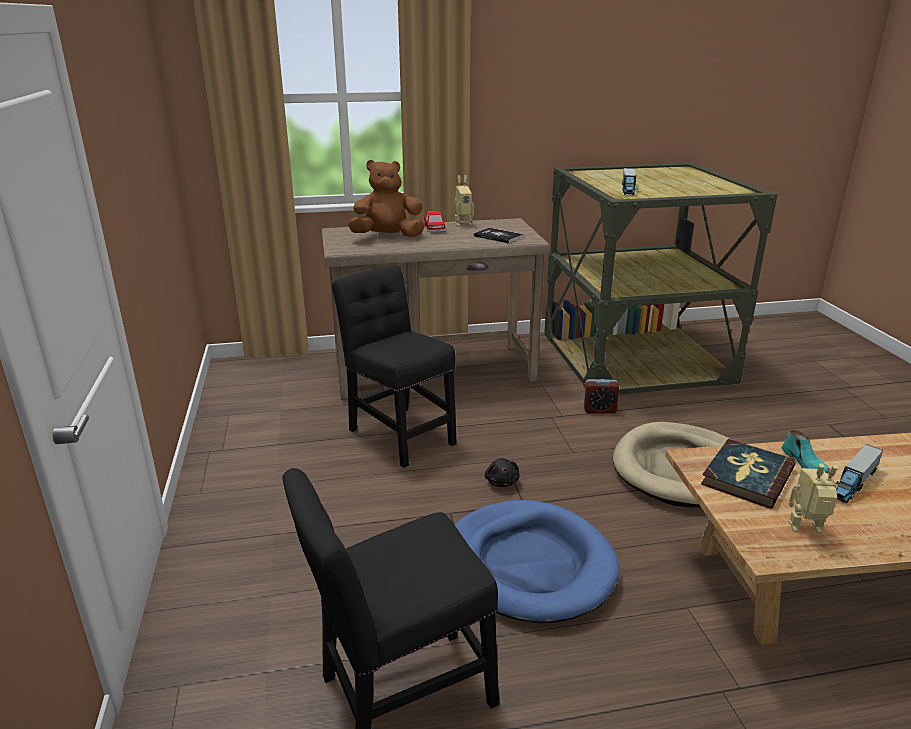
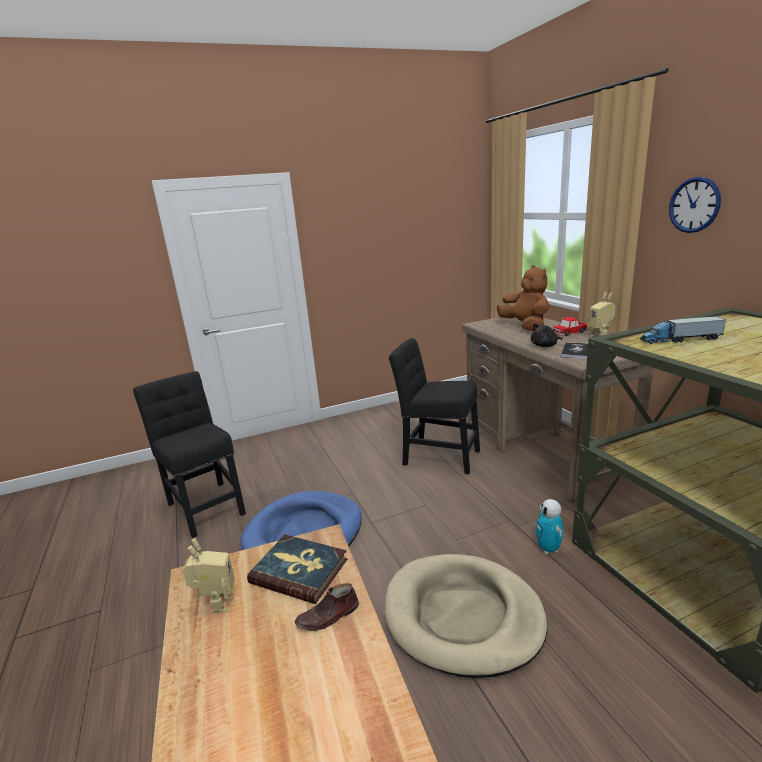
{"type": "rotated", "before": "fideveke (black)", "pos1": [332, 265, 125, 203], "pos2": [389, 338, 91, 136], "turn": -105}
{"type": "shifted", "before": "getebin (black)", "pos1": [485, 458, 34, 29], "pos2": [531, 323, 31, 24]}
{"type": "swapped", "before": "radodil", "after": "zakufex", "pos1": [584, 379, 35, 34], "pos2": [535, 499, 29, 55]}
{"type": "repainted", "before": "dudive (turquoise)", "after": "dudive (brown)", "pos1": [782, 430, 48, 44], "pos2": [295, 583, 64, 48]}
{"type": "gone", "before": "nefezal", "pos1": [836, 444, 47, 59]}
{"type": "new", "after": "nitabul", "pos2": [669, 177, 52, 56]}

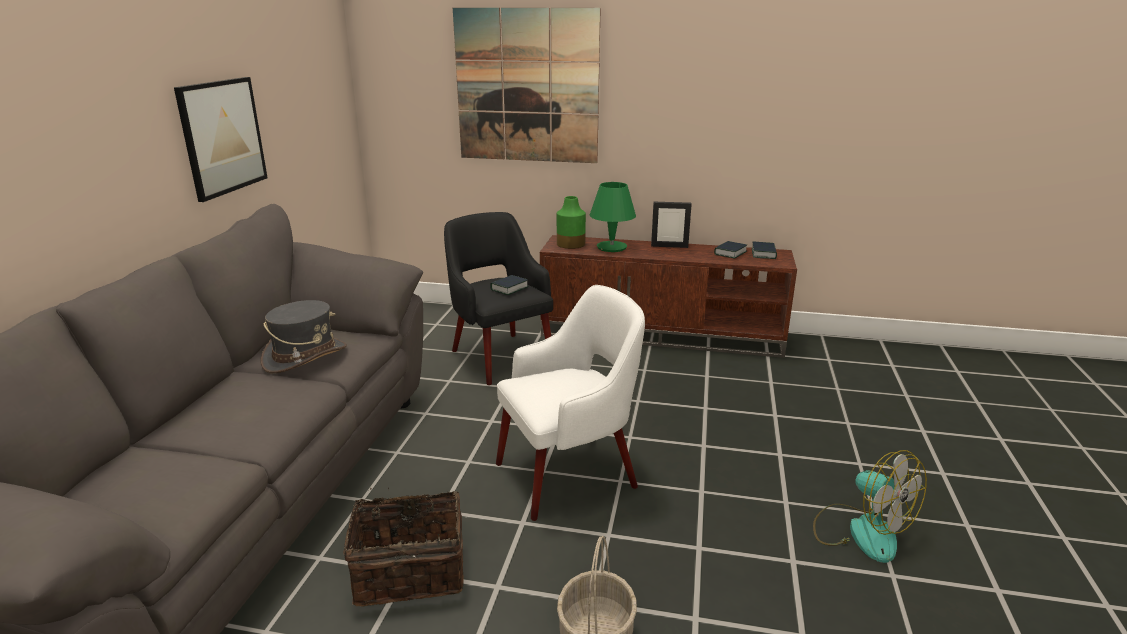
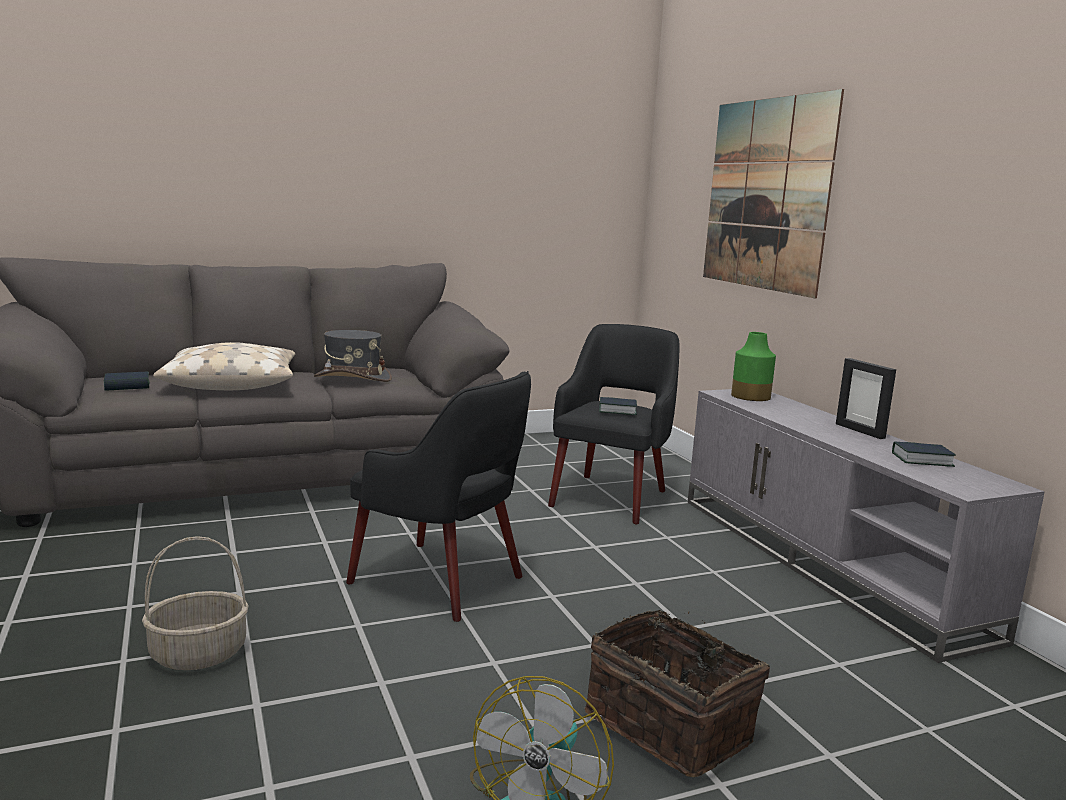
{"type": "gone", "before": "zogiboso", "pos1": [174, 77, 94, 125]}
{"type": "shifted", "before": "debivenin", "pos1": [343, 488, 121, 119], "pos2": [585, 610, 185, 167]}
{"type": "repainted", "before": "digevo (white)", "after": "digevo (black)", "pos1": [496, 285, 149, 236], "pos2": [346, 371, 185, 251]}
{"type": "repainted", "before": "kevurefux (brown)", "after": "kevurefux (grey)", "pos1": [540, 235, 257, 123], "pos2": [688, 389, 357, 274]}
{"type": "gone", "before": "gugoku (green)", "pos1": [590, 182, 46, 70]}
{"type": "shifted", "before": "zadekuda", "pos1": [752, 242, 25, 17], "pos2": [104, 372, 45, 19]}
{"type": "new", "after": "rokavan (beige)", "pos2": [153, 342, 142, 48]}

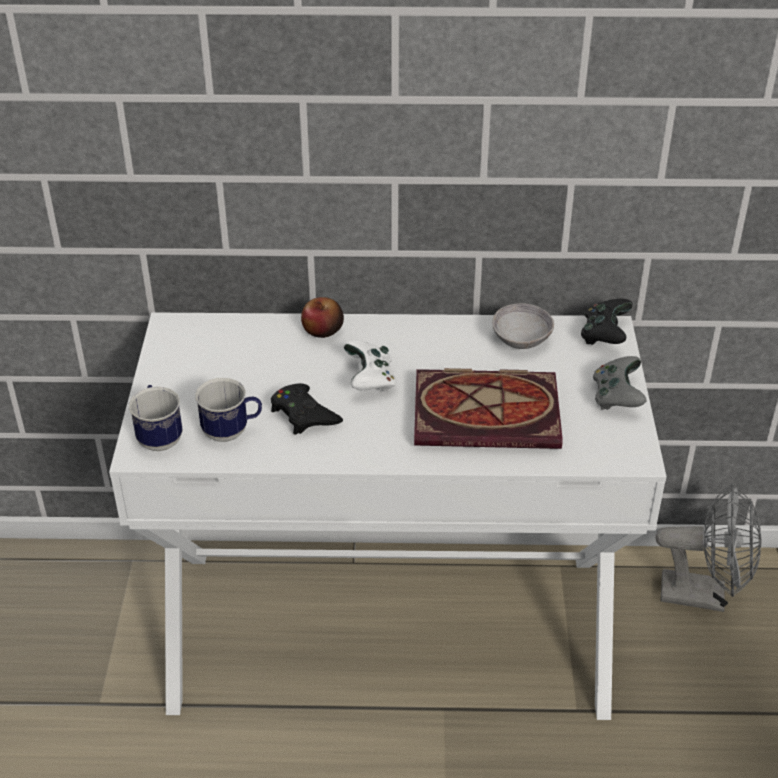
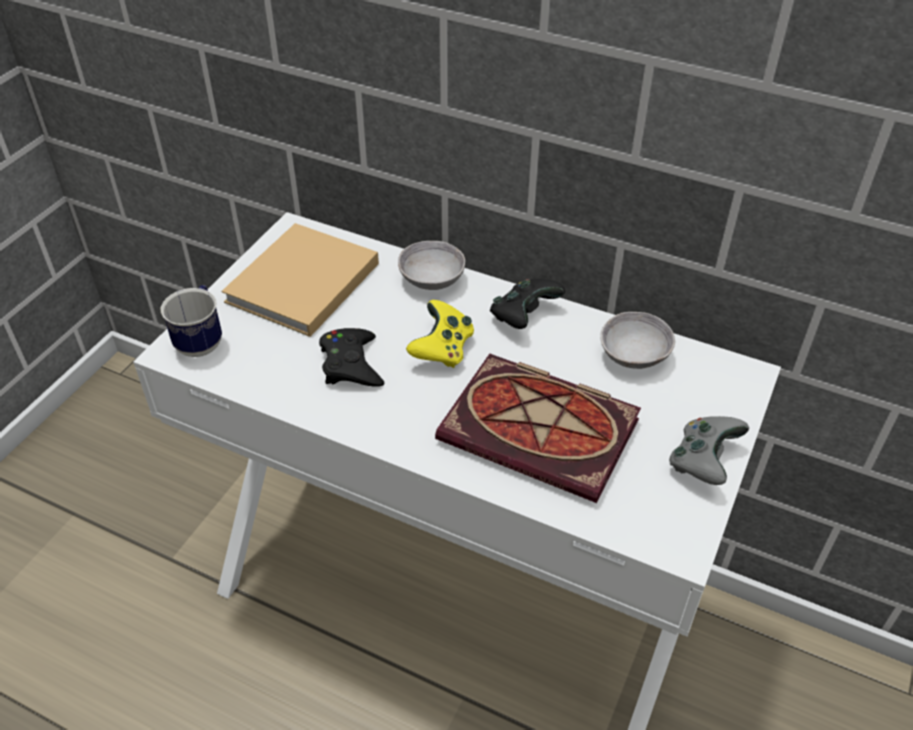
{"type": "gone", "before": "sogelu", "pos1": [195, 378, 67, 64]}
{"type": "swapped", "before": "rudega", "after": "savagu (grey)", "pos1": [301, 297, 43, 41], "pos2": [398, 241, 67, 49]}
{"type": "repainted", "before": "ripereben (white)", "after": "ripereben (yellow)", "pos1": [344, 341, 53, 51], "pos2": [406, 300, 68, 68]}
{"type": "shifted", "before": "ripereben (black)", "pos1": [581, 299, 52, 46], "pos2": [490, 279, 75, 50]}
{"type": "gone", "before": "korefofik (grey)", "pos1": [656, 483, 105, 129]}
{"type": "new", "after": "zadekuda (beige)", "pos2": [222, 223, 157, 114]}

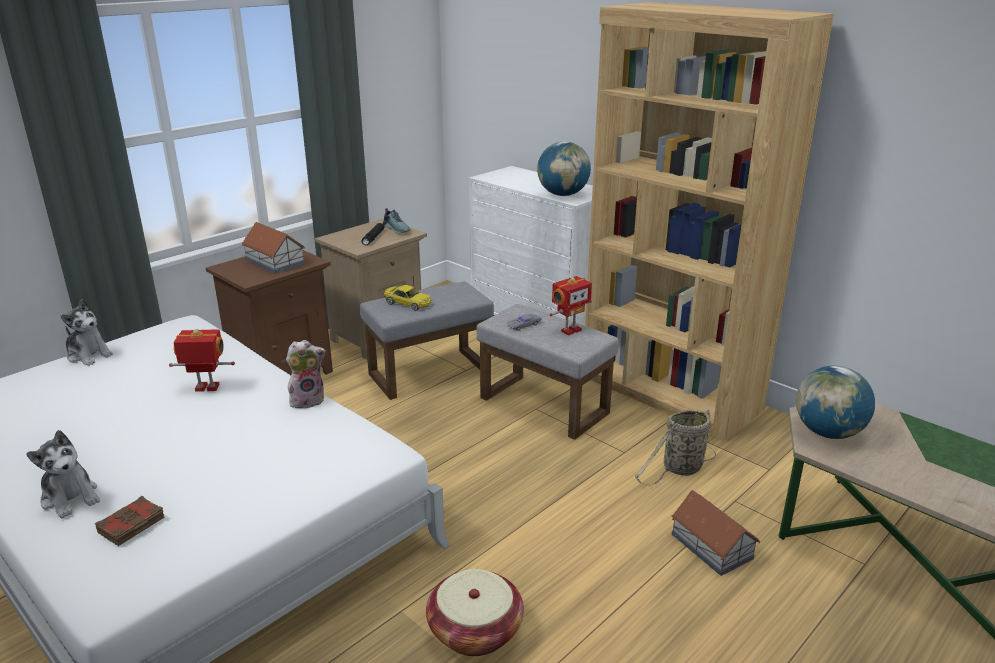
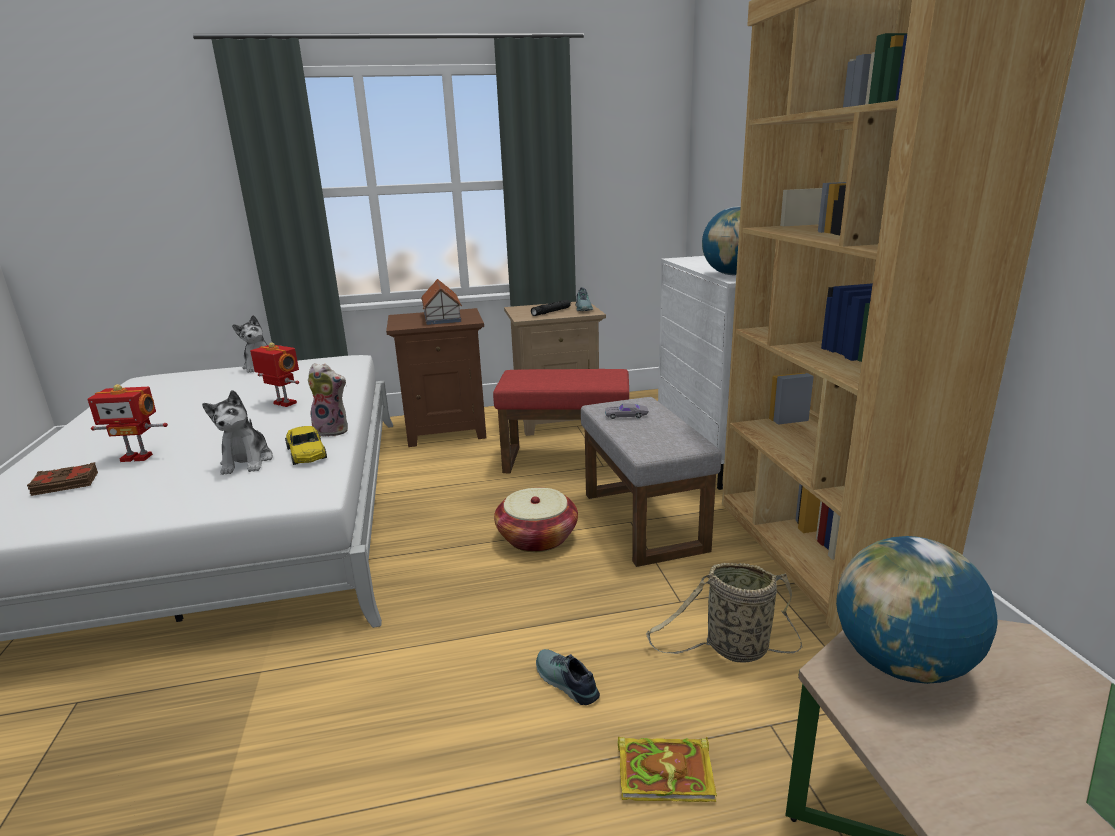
{"type": "shifted", "before": "getebin", "pos1": [26, 430, 74, 88], "pos2": [202, 390, 71, 85]}
{"type": "repainted", "before": "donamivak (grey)", "after": "donamivak (red)", "pos1": [360, 281, 134, 119], "pos2": [493, 369, 136, 104]}
{"type": "shifted", "before": "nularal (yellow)", "pos1": [384, 285, 47, 26], "pos2": [285, 426, 42, 39]}
{"type": "shifted", "before": "debivenin", "pos1": [426, 569, 98, 87], "pos2": [494, 488, 84, 64]}
{"type": "shifted", "before": "zakufex", "pos1": [549, 276, 43, 59], "pos2": [87, 384, 81, 78]}
{"type": "swapped", "before": "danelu", "after": "zadekuda", "pos1": [672, 490, 88, 86], "pos2": [618, 737, 99, 65]}
{"type": "new", "after": "dudive", "pos2": [536, 649, 64, 56]}

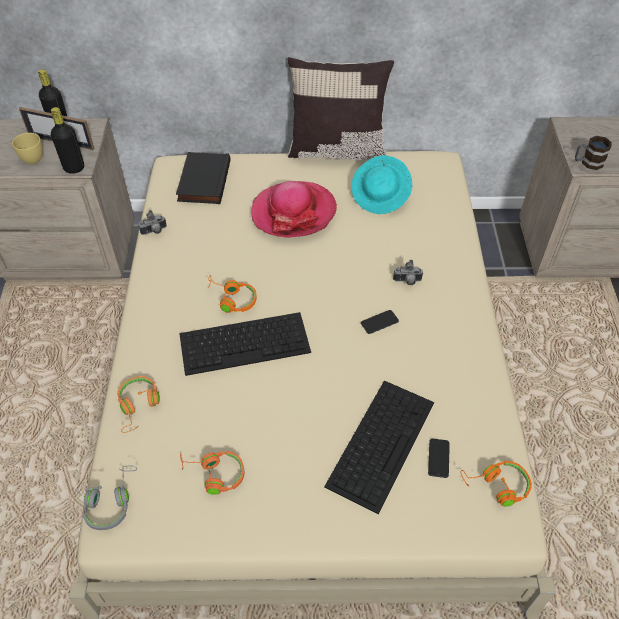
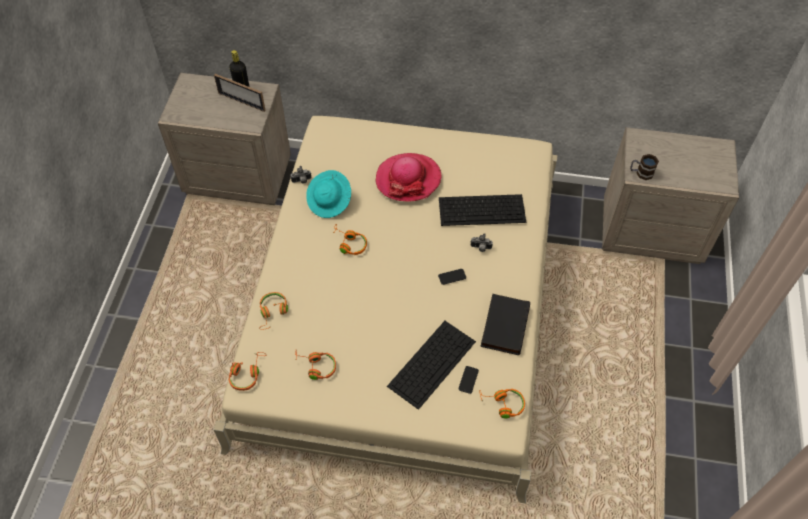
{"type": "gone", "before": "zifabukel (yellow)", "pos1": [12, 133, 31, 31]}
{"type": "gone", "before": "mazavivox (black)", "pos1": [51, 107, 33, 67]}
{"type": "repainted", "before": "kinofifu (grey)", "after": "kinofifu (orange)", "pos1": [82, 465, 55, 65], "pos2": [228, 352, 38, 39]}
{"type": "shifted", "before": "zadekuda (black)", "pos1": [176, 152, 55, 52], "pos2": [480, 294, 50, 61]}
{"type": "shifted", "before": "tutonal", "pos1": [179, 312, 132, 64], "pos2": [439, 194, 87, 32]}
{"type": "gone", "before": "rokavan", "pos1": [288, 57, 106, 104]}
{"type": "shifted", "before": "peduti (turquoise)", "pos1": [351, 155, 61, 59], "pos2": [306, 170, 45, 48]}

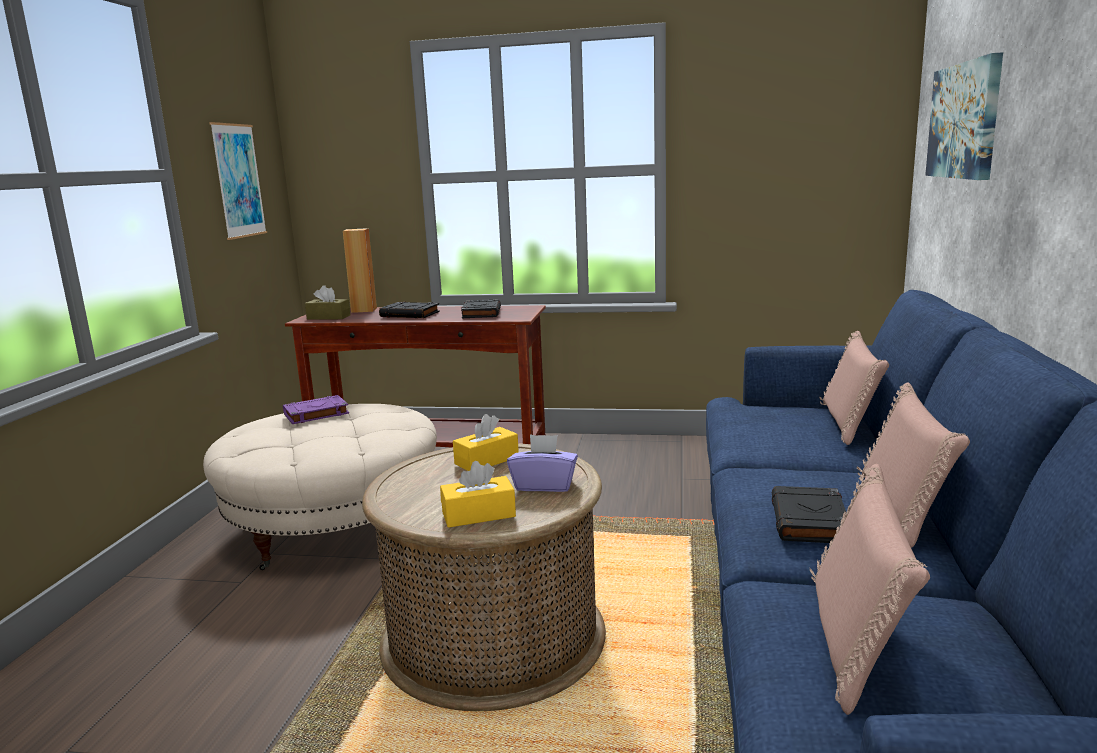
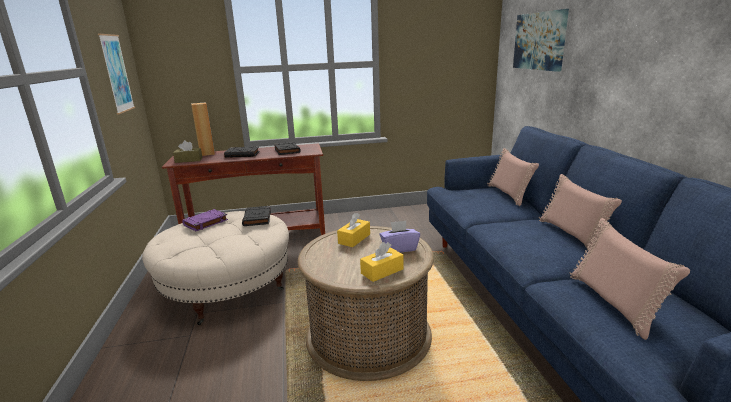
{"type": "shifted", "before": "zadekuda (black)", "pos1": [772, 486, 75, 57], "pos2": [242, 206, 29, 20]}

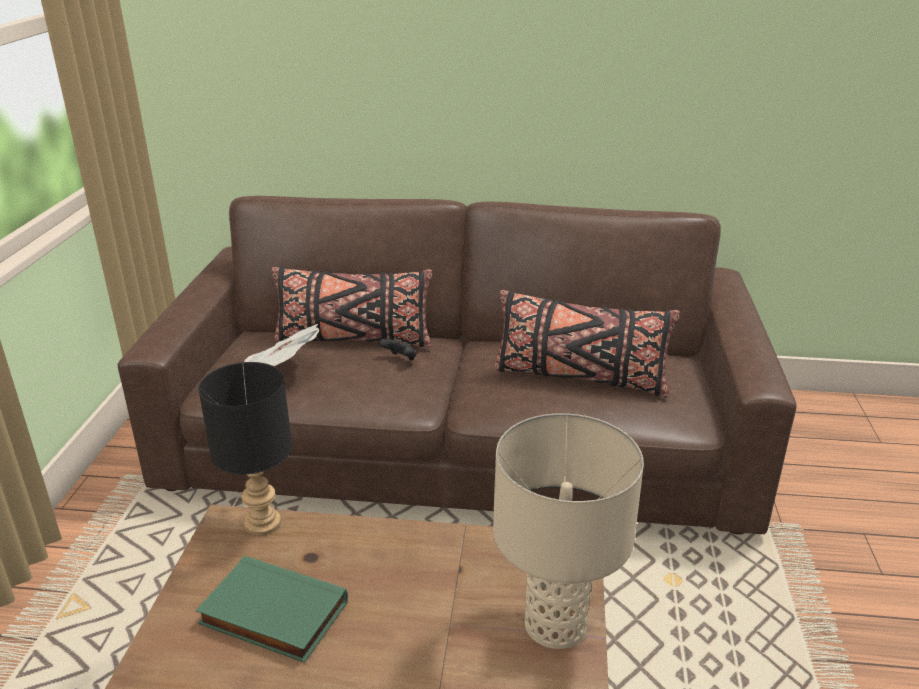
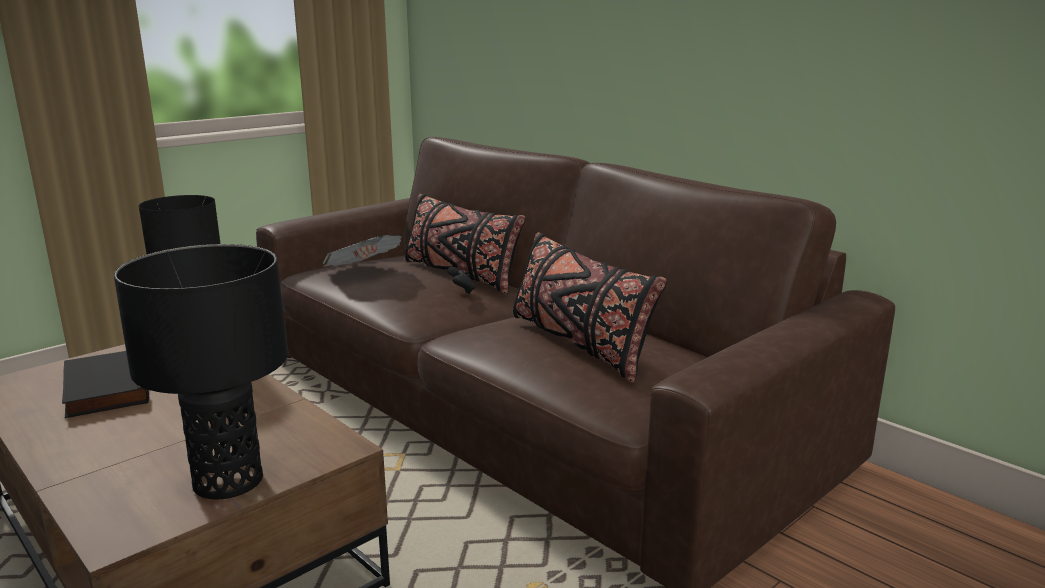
{"type": "repainted", "before": "zadekuda (green)", "after": "zadekuda (black)", "pos1": [195, 556, 153, 107], "pos2": [62, 351, 87, 67]}
{"type": "repainted", "before": "gugoku (beige)", "after": "gugoku (black)", "pos1": [493, 413, 151, 236], "pos2": [114, 244, 174, 255]}

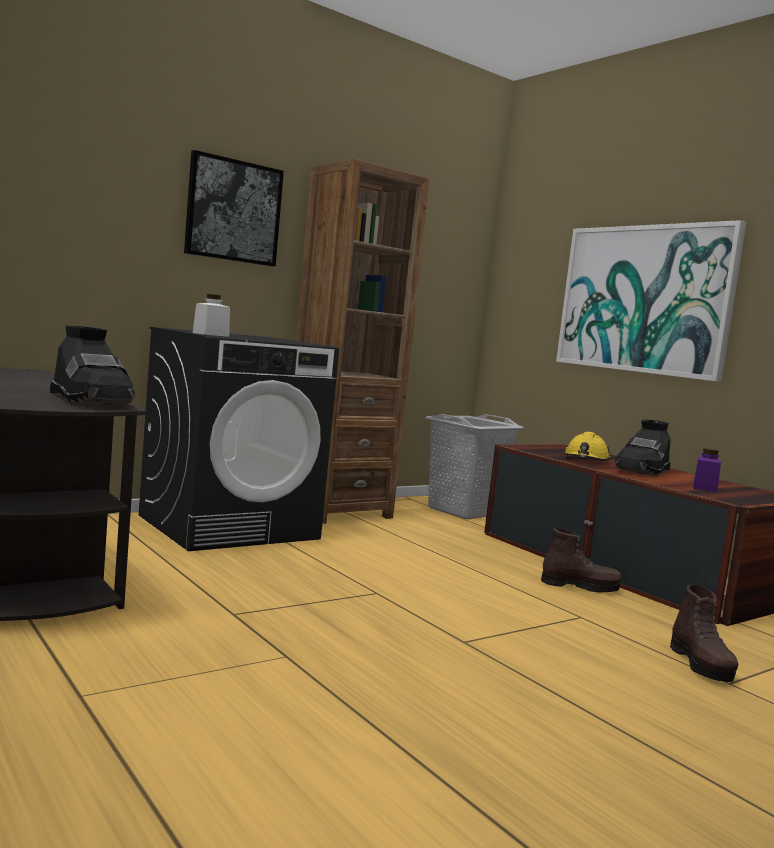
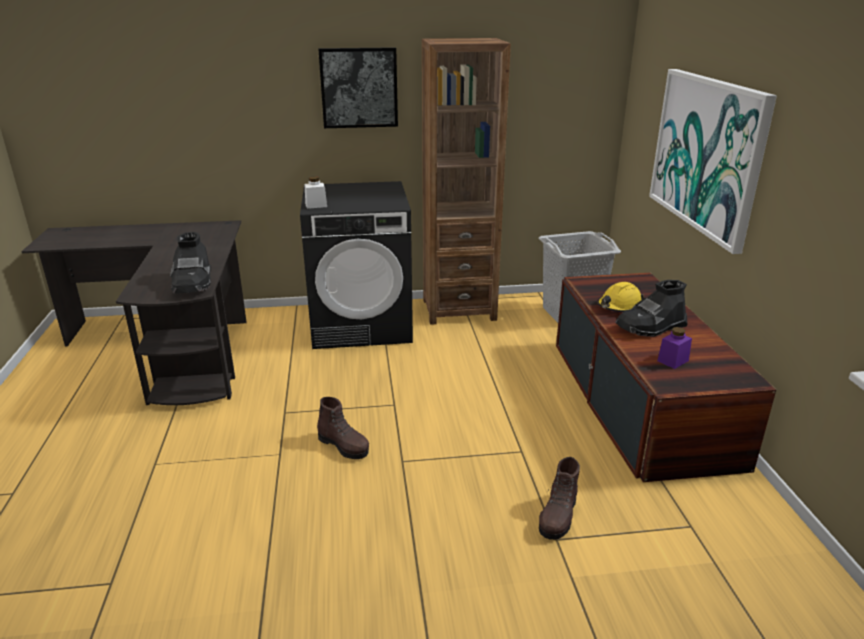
{"type": "shifted", "before": "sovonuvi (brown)", "pos1": [541, 528, 81, 65], "pos2": [317, 397, 52, 62]}

